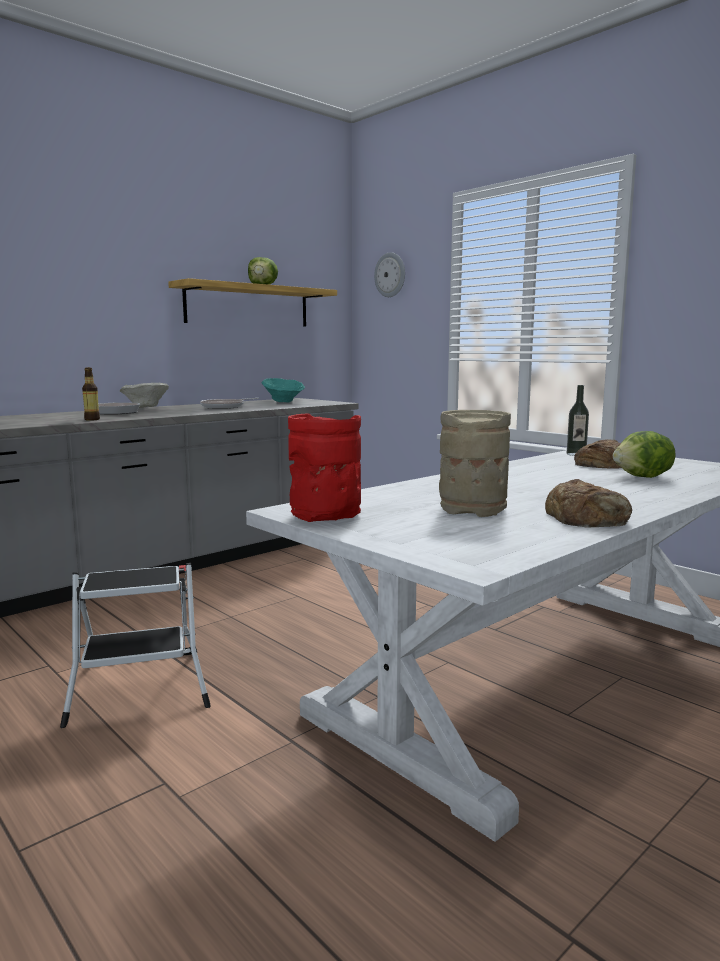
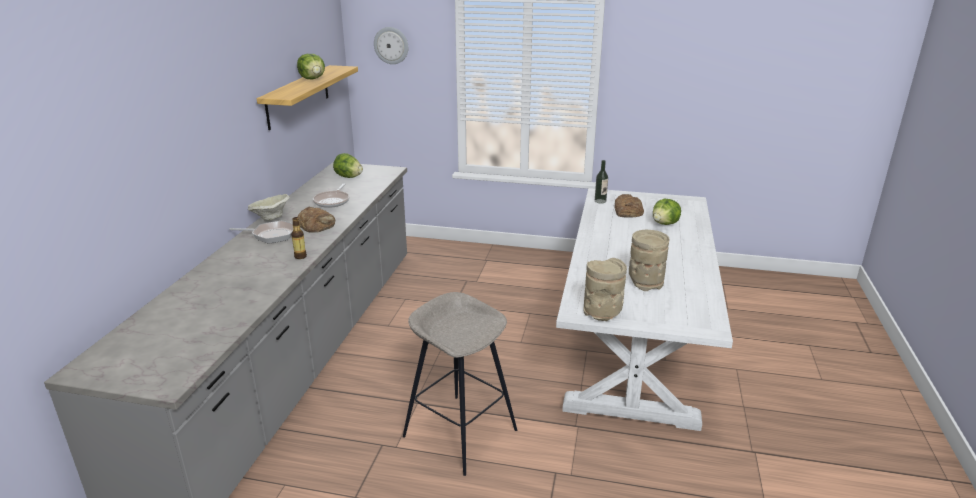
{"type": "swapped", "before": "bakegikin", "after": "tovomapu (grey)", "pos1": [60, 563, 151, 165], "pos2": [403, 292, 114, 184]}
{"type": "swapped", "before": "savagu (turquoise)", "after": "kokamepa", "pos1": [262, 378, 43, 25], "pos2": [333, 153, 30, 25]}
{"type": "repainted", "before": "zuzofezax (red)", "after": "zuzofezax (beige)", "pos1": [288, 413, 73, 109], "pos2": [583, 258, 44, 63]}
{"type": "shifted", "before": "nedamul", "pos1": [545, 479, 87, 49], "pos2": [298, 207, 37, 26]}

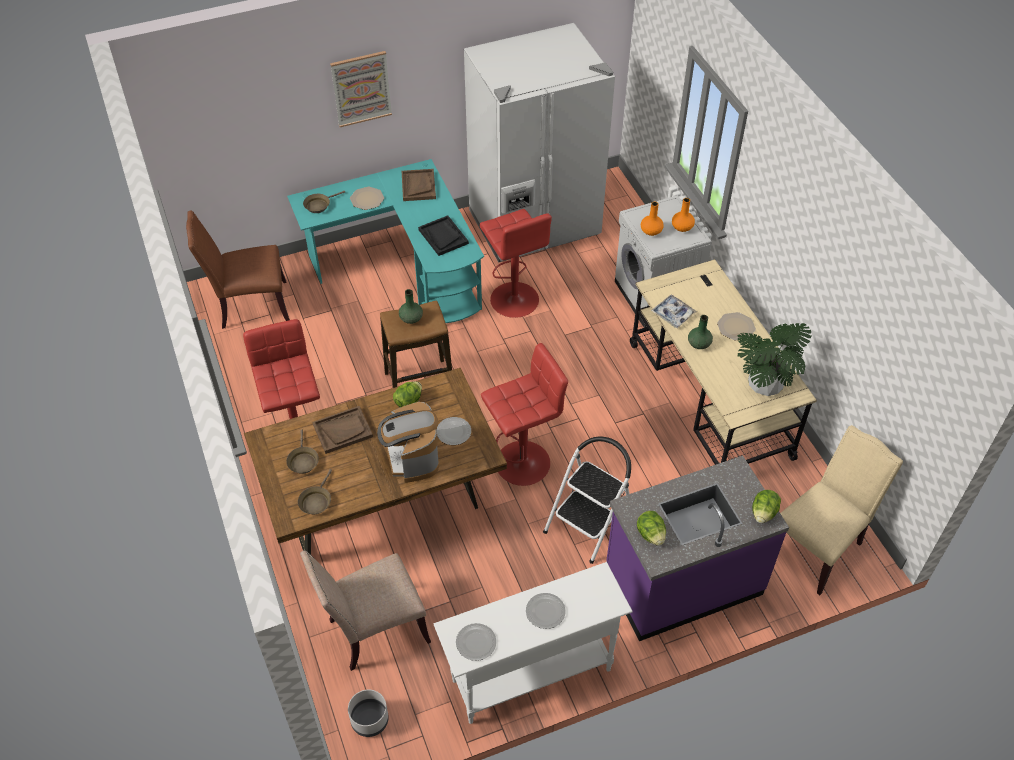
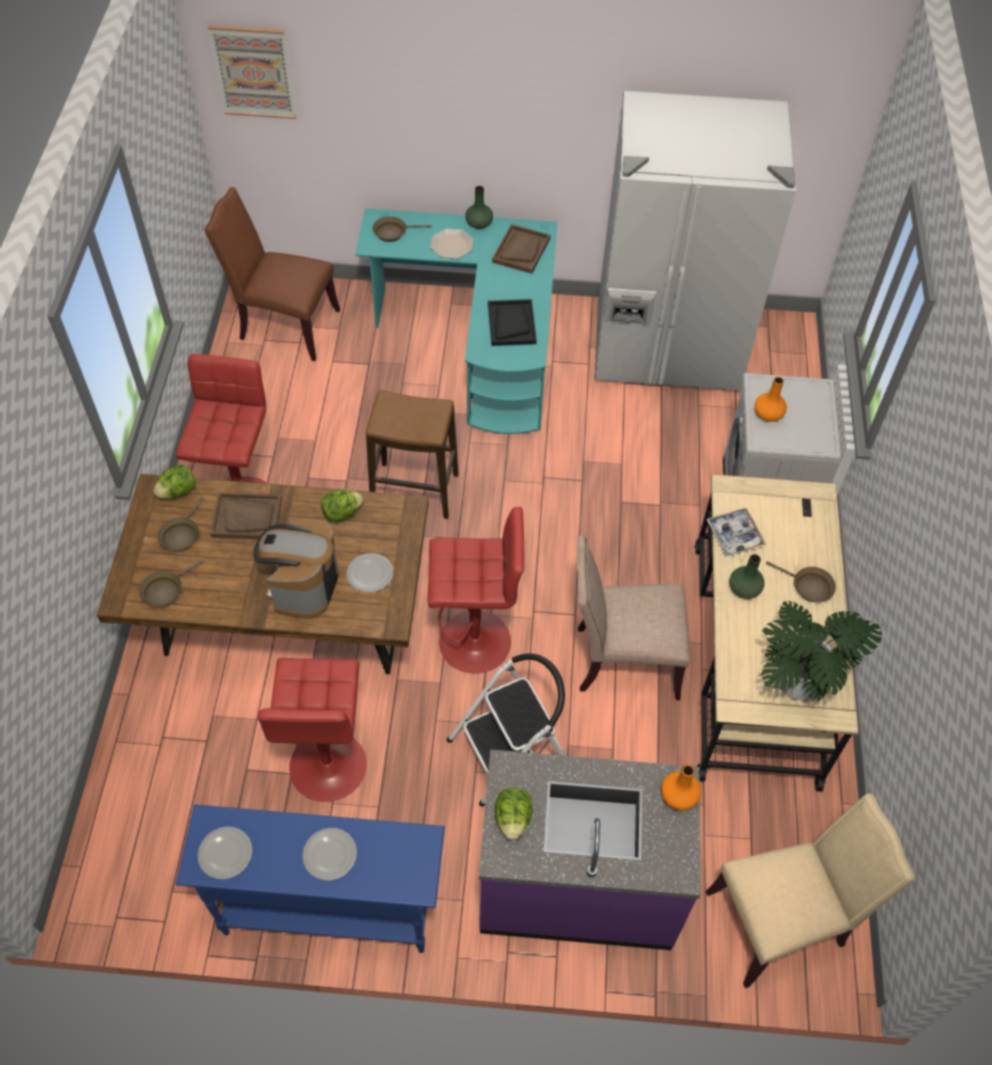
{"type": "shifted", "before": "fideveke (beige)", "pos1": [300, 550, 131, 121], "pos2": [577, 535, 113, 165]}
{"type": "shifted", "before": "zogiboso", "pos1": [330, 51, 62, 76], "pos2": [208, 25, 88, 94]}
{"type": "gone", "before": "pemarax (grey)", "pos1": [348, 689, 41, 48]}
{"type": "shifted", "before": "zuzofezax (green)", "pos1": [399, 289, 24, 35], "pos2": [465, 186, 28, 43]}
{"type": "repainted", "before": "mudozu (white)", "after": "mudozu (blue)", "pos1": [434, 562, 199, 162], "pos2": [176, 805, 269, 148]}
{"type": "shifted", "before": "tovomapu (red)", "pos1": [480, 209, 72, 109], "pos2": [257, 658, 110, 144]}
{"type": "shifted", "before": "zuzofezax (orange)", "pos1": [672, 198, 23, 34], "pos2": [661, 765, 40, 45]}
{"type": "swapped", "before": "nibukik", "after": "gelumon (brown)", "pos1": [717, 312, 39, 28], "pos2": [766, 561, 70, 41]}
{"type": "shifted", "before": "kokamepa", "pos1": [752, 490, 29, 33], "pos2": [153, 465, 43, 34]}

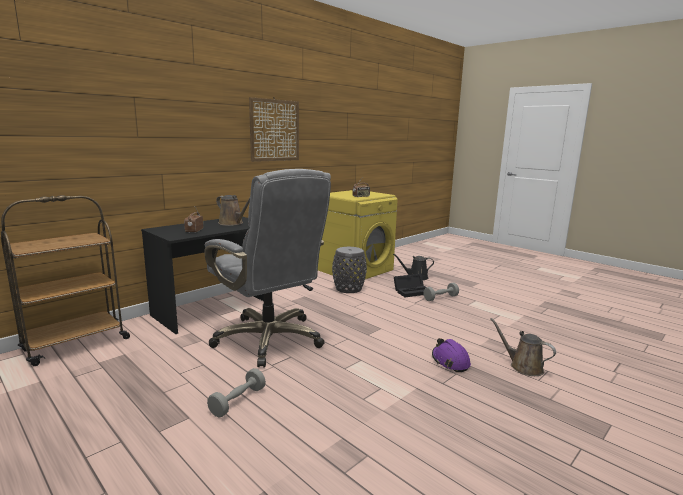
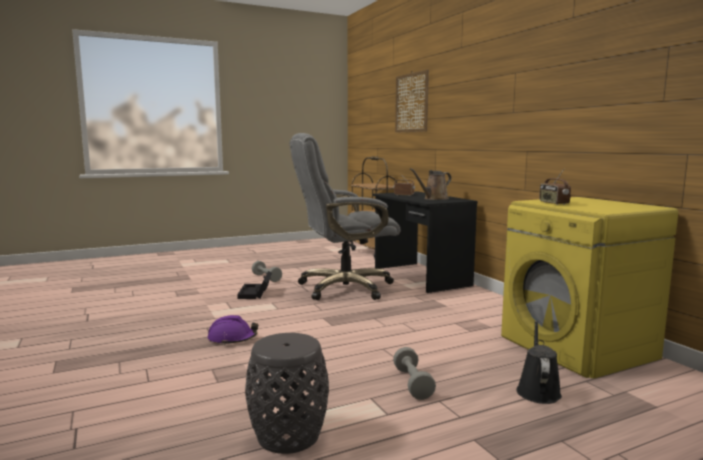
{"type": "shifted", "before": "zogiboso", "pos1": [249, 97, 50, 65], "pos2": [395, 70, 34, 63]}
{"type": "shifted", "before": "tovomapu (grey)", "pos1": [332, 247, 35, 46], "pos2": [245, 333, 84, 121]}
{"type": "shifted", "before": "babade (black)", "pos1": [394, 274, 32, 23], "pos2": [237, 271, 35, 28]}
{"type": "gone", "before": "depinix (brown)", "pos1": [490, 318, 66, 58]}

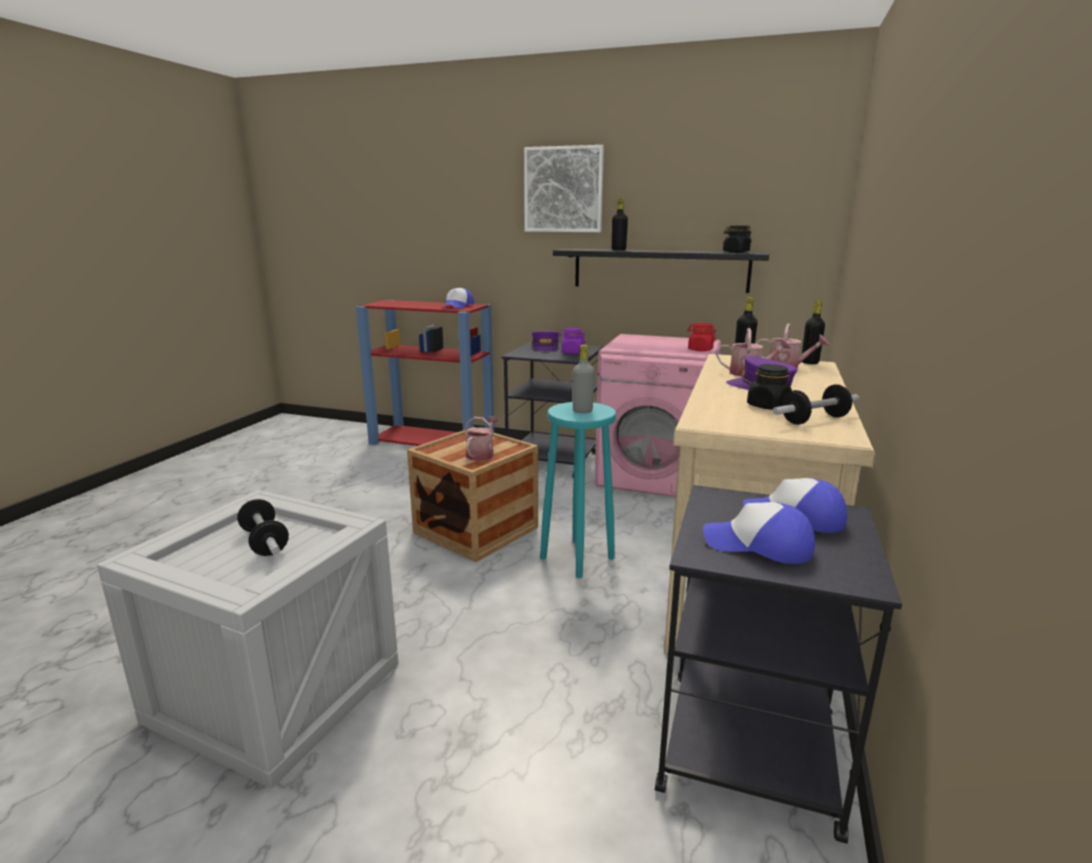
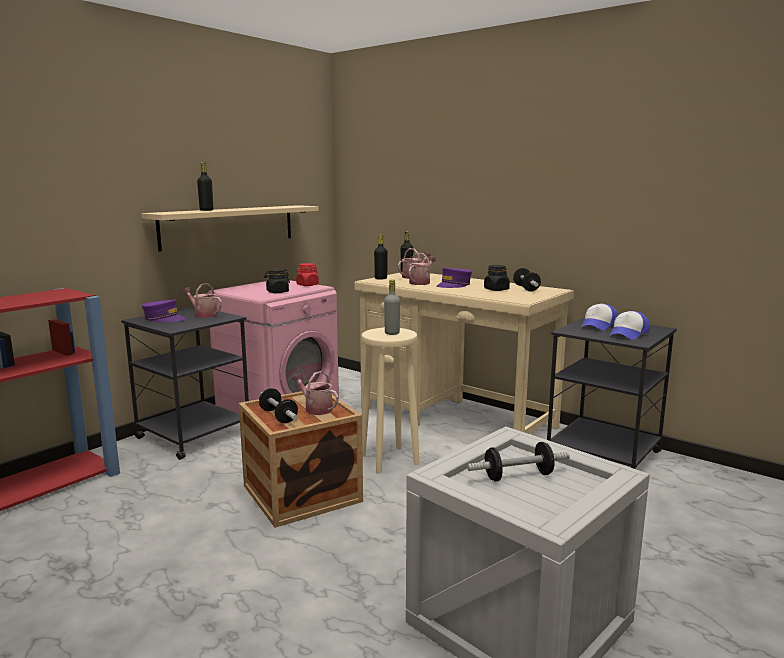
{"type": "gone", "before": "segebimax", "pos1": [442, 288, 32, 21]}
{"type": "gone", "before": "zogiboso", "pos1": [524, 145, 80, 87]}
{"type": "repainted", "before": "tovomapu (turquoise)", "after": "tovomapu (beige)", "pos1": [540, 402, 76, 176], "pos2": [361, 328, 59, 145]}
{"type": "repainted", "before": "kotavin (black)", "after": "kotavin (beige)", "pos1": [553, 249, 216, 44], "pos2": [141, 205, 177, 47]}
{"type": "swapped", "before": "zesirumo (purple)", "after": "depinix", "pos1": [559, 328, 27, 26], "pos2": [182, 283, 40, 35]}
{"type": "shifted", "before": "zesirumo (black)", "pos1": [723, 225, 28, 28], "pos2": [264, 269, 26, 24]}
{"type": "new", "after": "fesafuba", "pos2": [259, 388, 39, 35]}

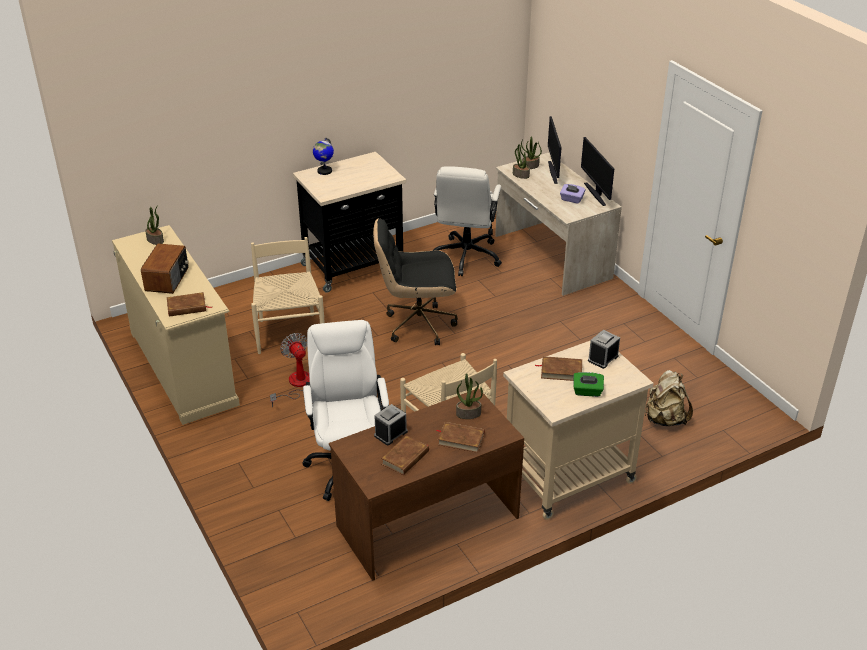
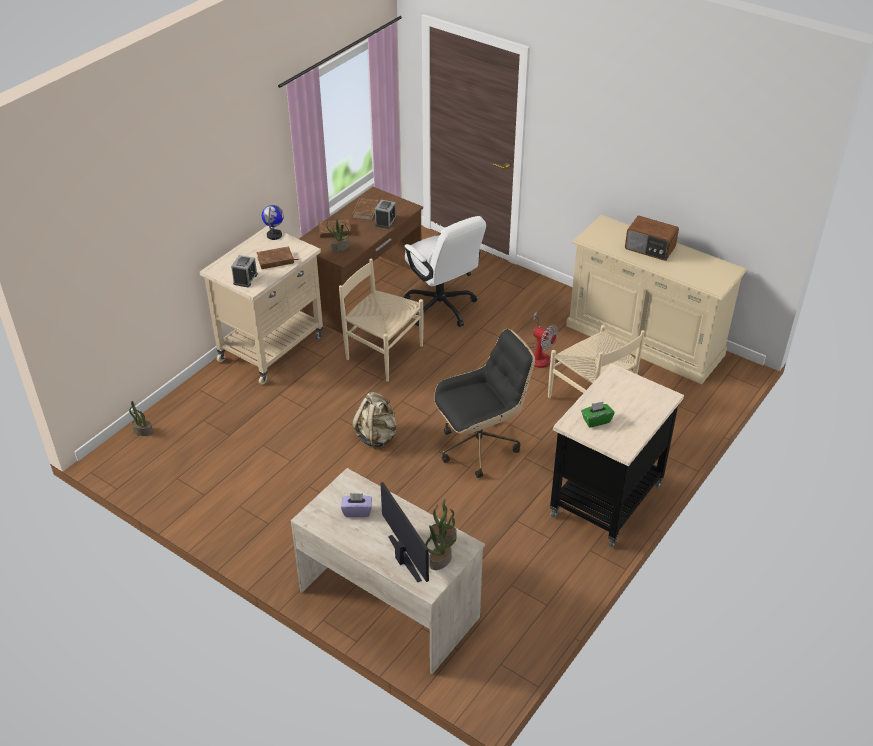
{"type": "rotated", "before": "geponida", "pos1": [141, 244, 48, 50], "pos2": [625, 216, 54, 45], "turn": -45}
{"type": "shifted", "before": "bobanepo", "pos1": [145, 205, 19, 40], "pos2": [129, 401, 24, 35]}
{"type": "gone", "before": "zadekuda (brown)", "pos1": [167, 292, 45, 25]}
{"type": "shifted", "before": "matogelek", "pos1": [313, 138, 21, 37], "pos2": [262, 205, 22, 35]}
{"type": "gone", "before": "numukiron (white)", "pos1": [433, 166, 69, 110]}
{"type": "shifted", "before": "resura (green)", "pos1": [573, 372, 31, 25], "pos2": [581, 402, 34, 26]}
{"type": "gone", "before": "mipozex", "pos1": [581, 137, 33, 69]}
{"type": "shifted", "before": "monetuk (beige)", "pos1": [645, 370, 48, 56], "pos2": [352, 392, 45, 57]}

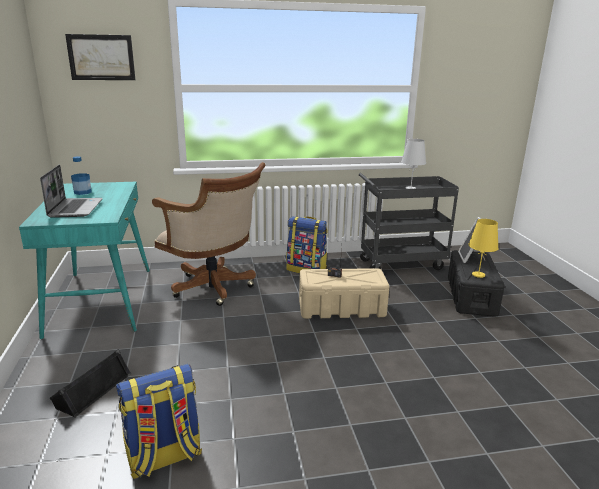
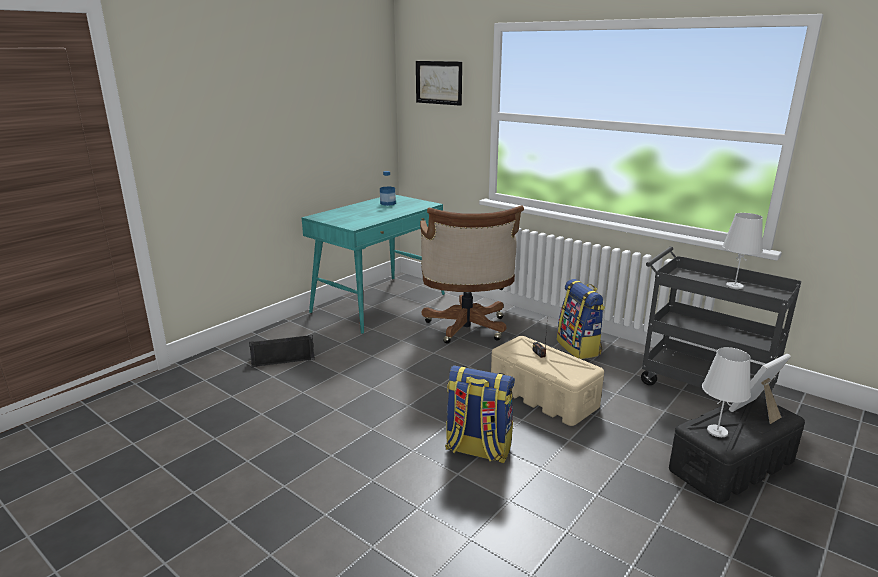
{"type": "gone", "before": "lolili", "pos1": [40, 165, 63, 53]}
{"type": "shifted", "before": "monetuk", "pos1": [116, 364, 86, 115], "pos2": [445, 365, 70, 98]}
{"type": "repainted", "before": "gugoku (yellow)", "after": "gugoku (white)", "pos1": [468, 219, 31, 59], "pos2": [702, 347, 49, 90]}

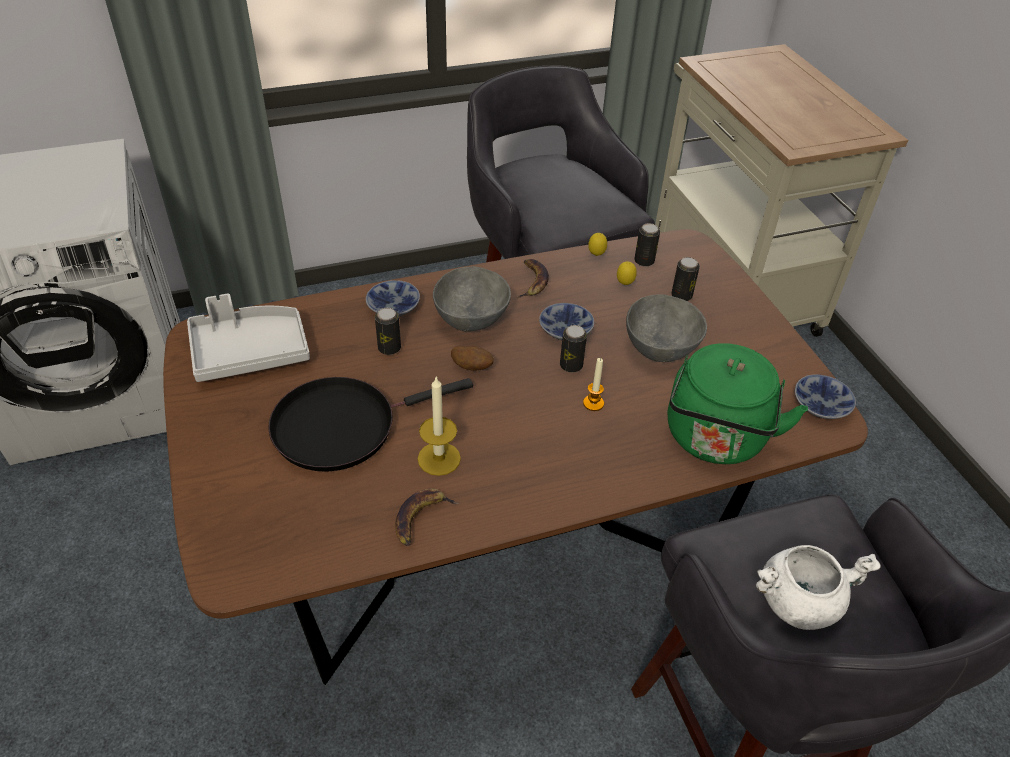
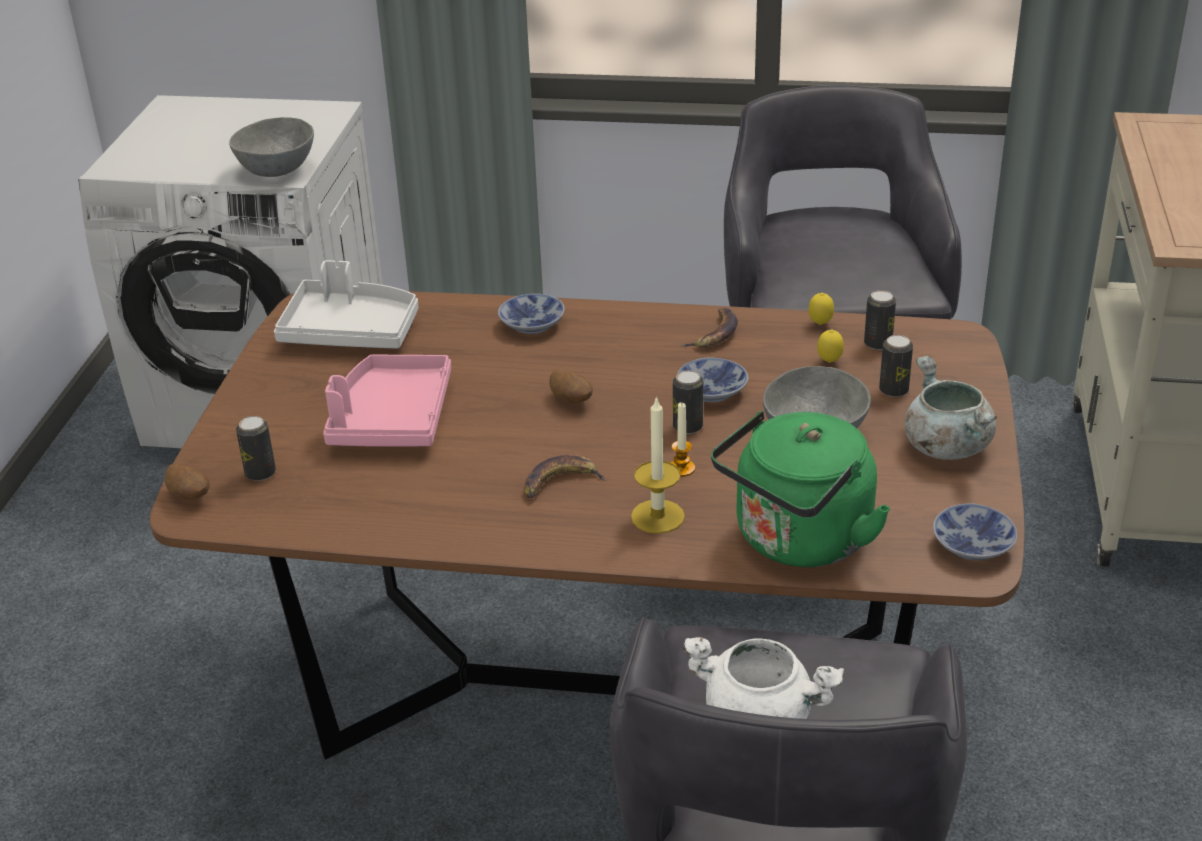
{"type": "swapped", "before": "gelumon (black)", "after": "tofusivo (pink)", "pos1": [268, 377, 205, 95], "pos2": [323, 355, 128, 92]}
{"type": "shifted", "before": "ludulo", "pos1": [375, 308, 26, 47], "pos2": [236, 416, 40, 65]}
{"type": "shifted", "before": "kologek", "pos1": [395, 488, 64, 58], "pos2": [524, 455, 84, 43]}
{"type": "shifted", "before": "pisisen", "pos1": [418, 376, 43, 100], "pos2": [631, 396, 54, 138]}
{"type": "shifted", "before": "savagu (grey)", "pos1": [433, 266, 78, 66], "pos2": [229, 117, 85, 60]}
{"type": "new", "after": "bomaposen", "pos2": [165, 463, 44, 36]}
{"type": "new", "after": "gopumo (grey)", "pos2": [905, 356, 92, 104]}

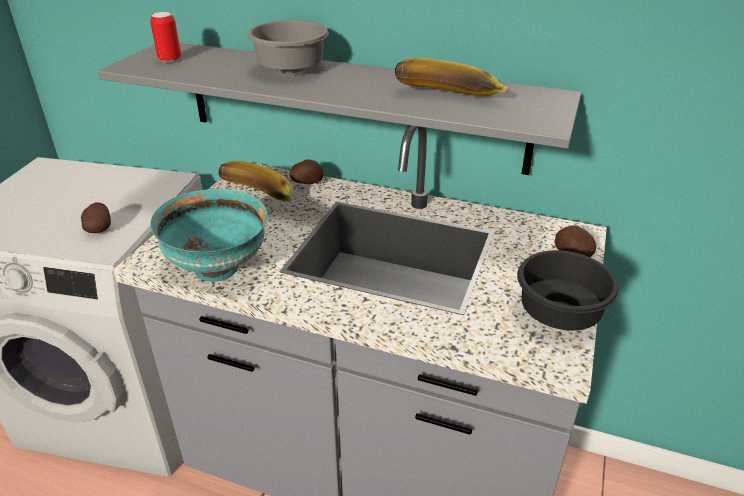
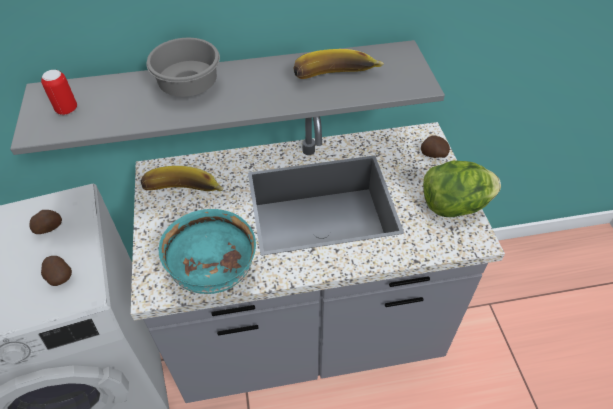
{"type": "shifted", "before": "bomaposen", "pos1": [290, 159, 33, 25], "pos2": [29, 210, 33, 24]}
{"type": "swapped", "before": "savagu (black)", "after": "kokamepa", "pos1": [517, 250, 102, 81], "pos2": [423, 160, 78, 57]}

